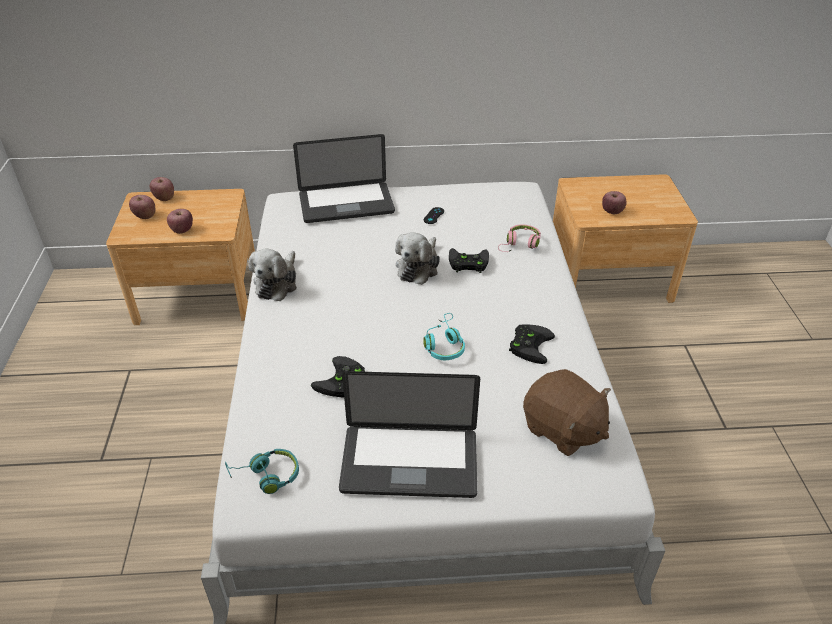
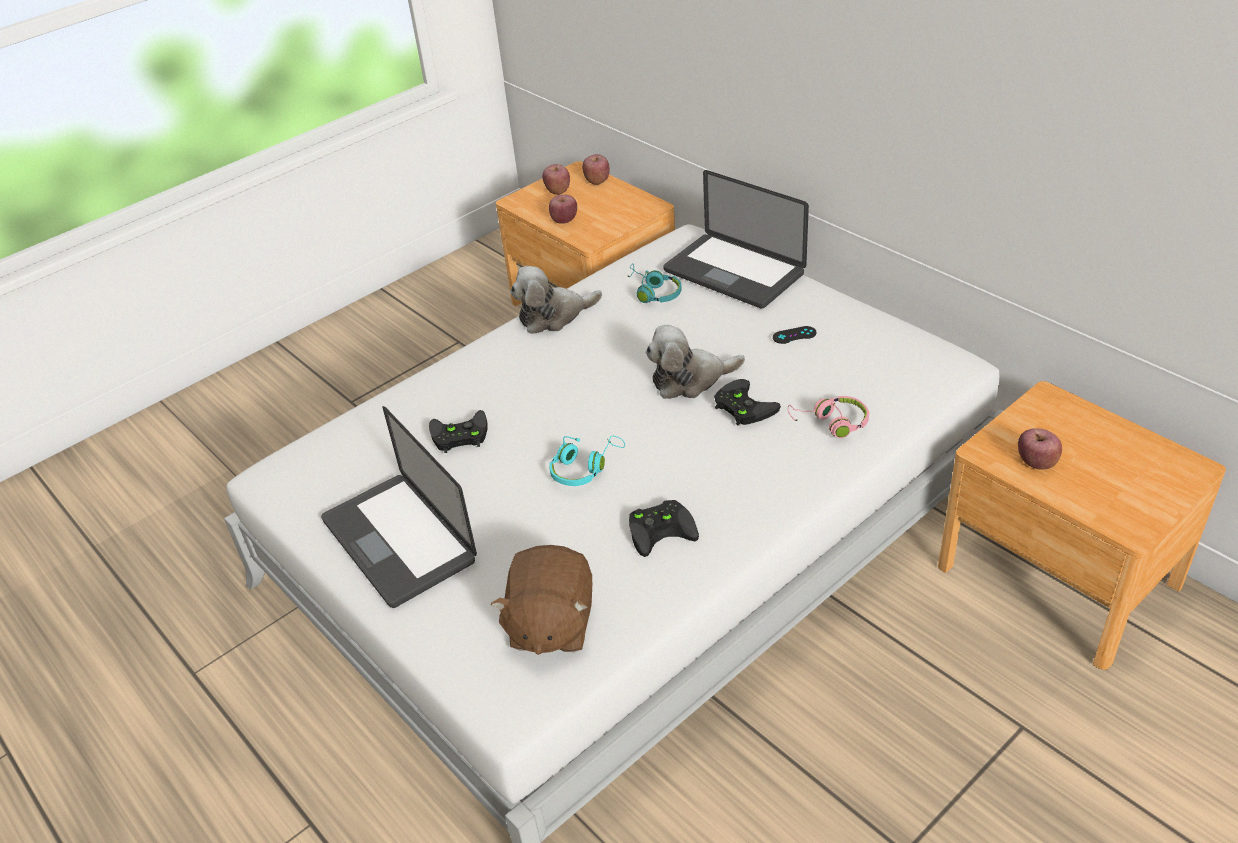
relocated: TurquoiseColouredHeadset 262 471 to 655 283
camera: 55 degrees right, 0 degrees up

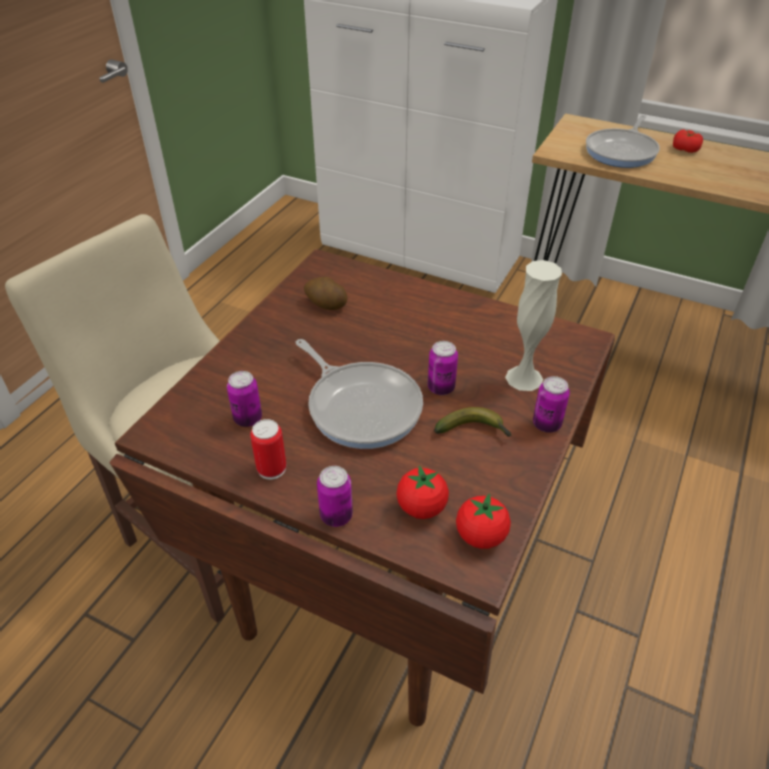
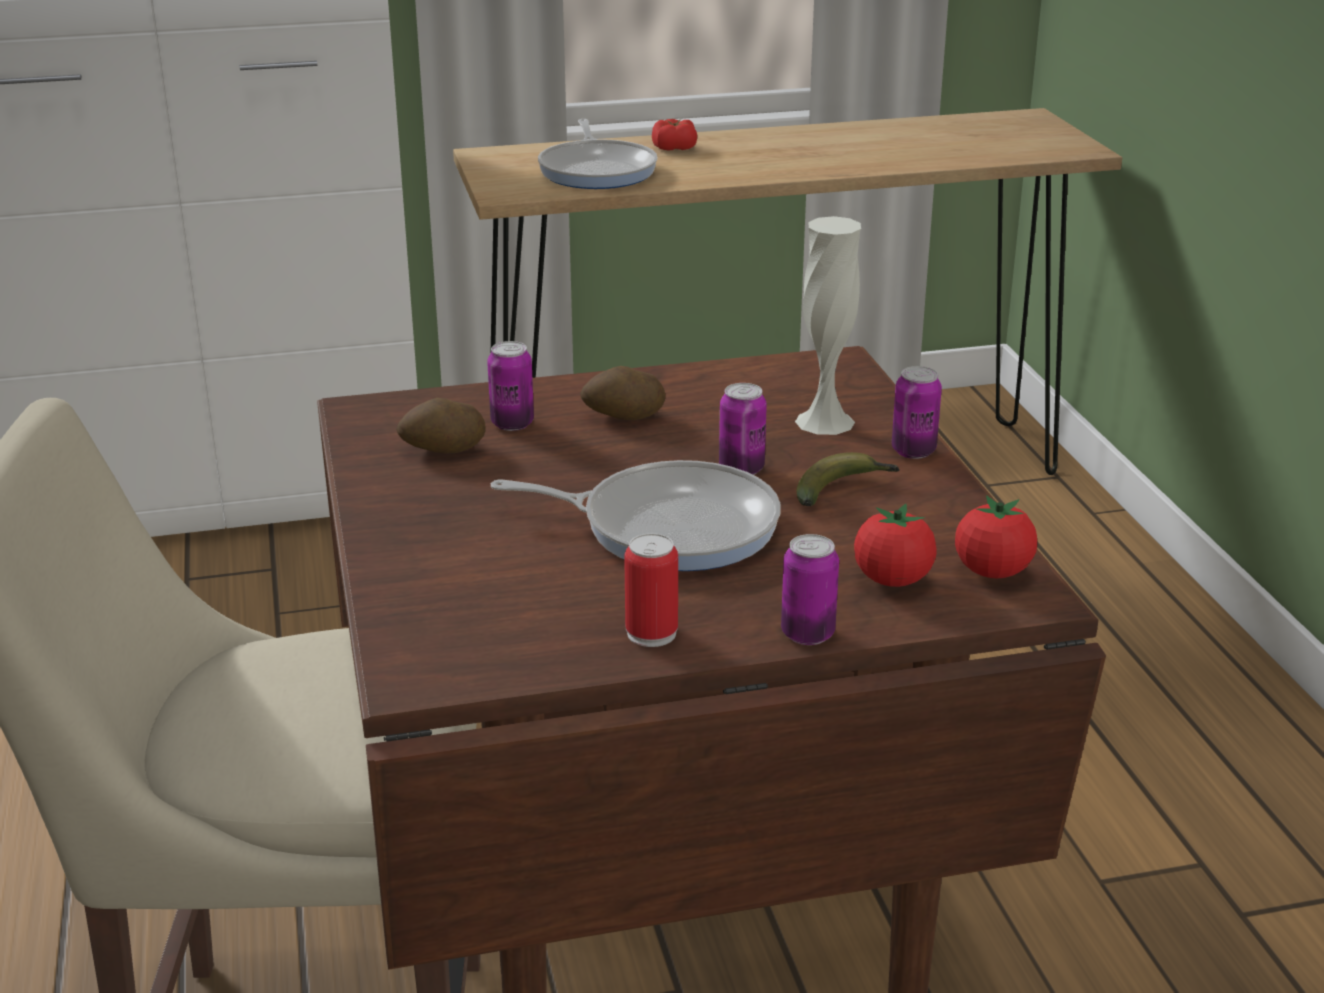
appeared: Spud 622 393
relocated: MetalCan 244 399 to 510 386
camera: 40 degrees left, 15 degrees down

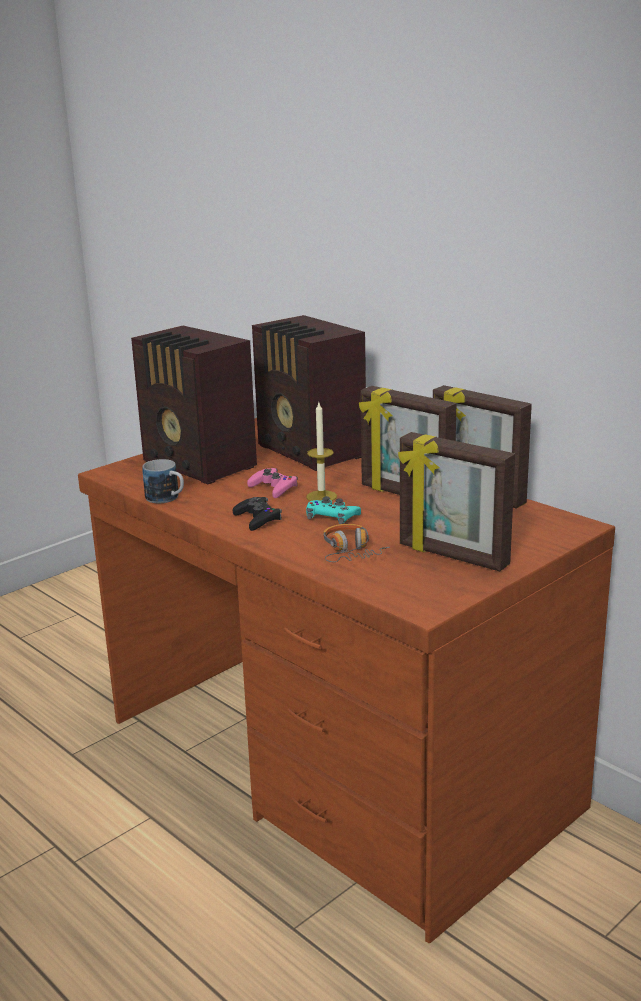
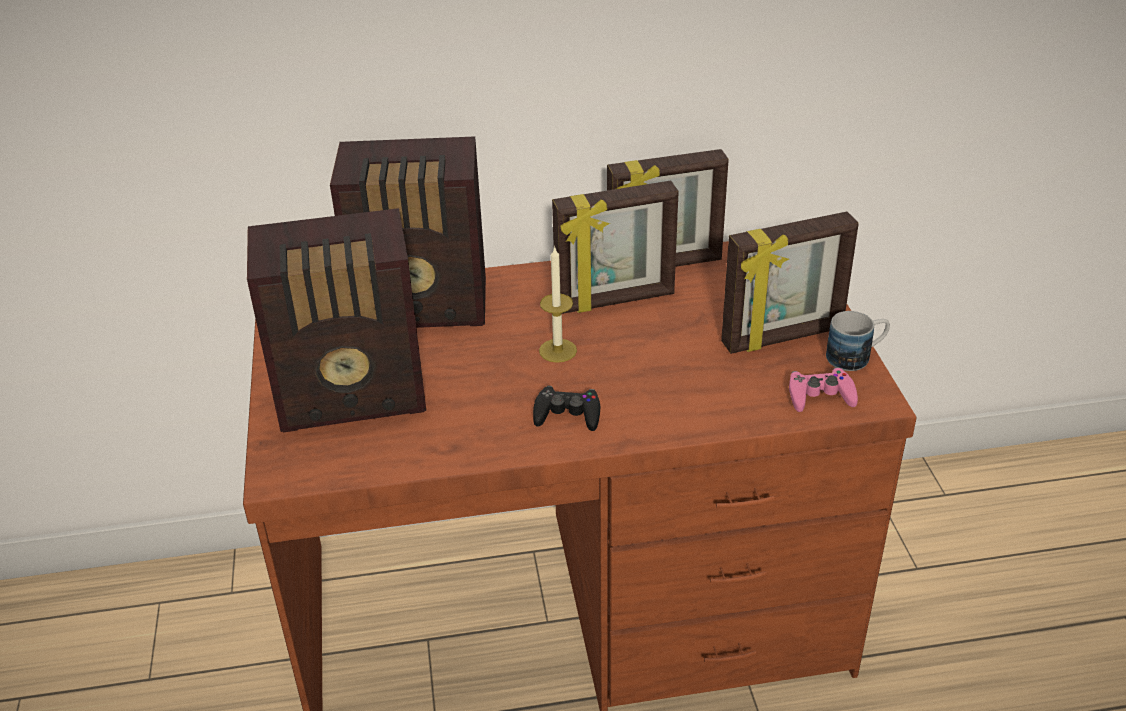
missing: TurquoiseColouredGamepad 333 510; Headset 356 543
relocated: PinkColouredGamepad 272 483 to 823 389; CoffeeMug 163 481 to 858 341
camera: 55 degrees left, 15 degrees up

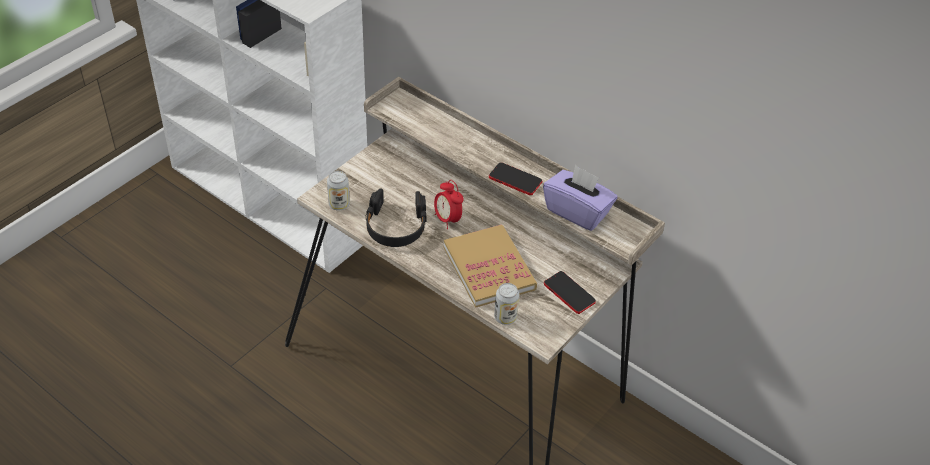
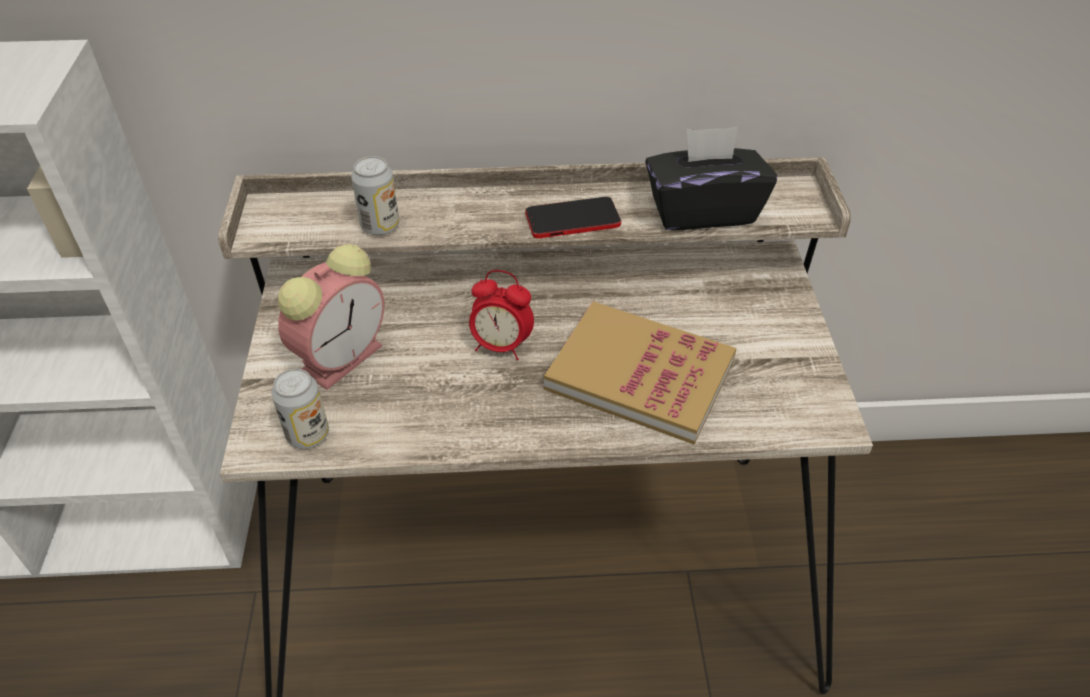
missing: BlackHeadset 395 217; Handset 570 292
appeared: AlarmClock 331 317
relocated: MetalCan 506 304 to 375 195
colour: PurpleColouredTissueHolder 580 198 to BlackTissueHolder 711 178
camera: 40 degrees left, 0 degrees up

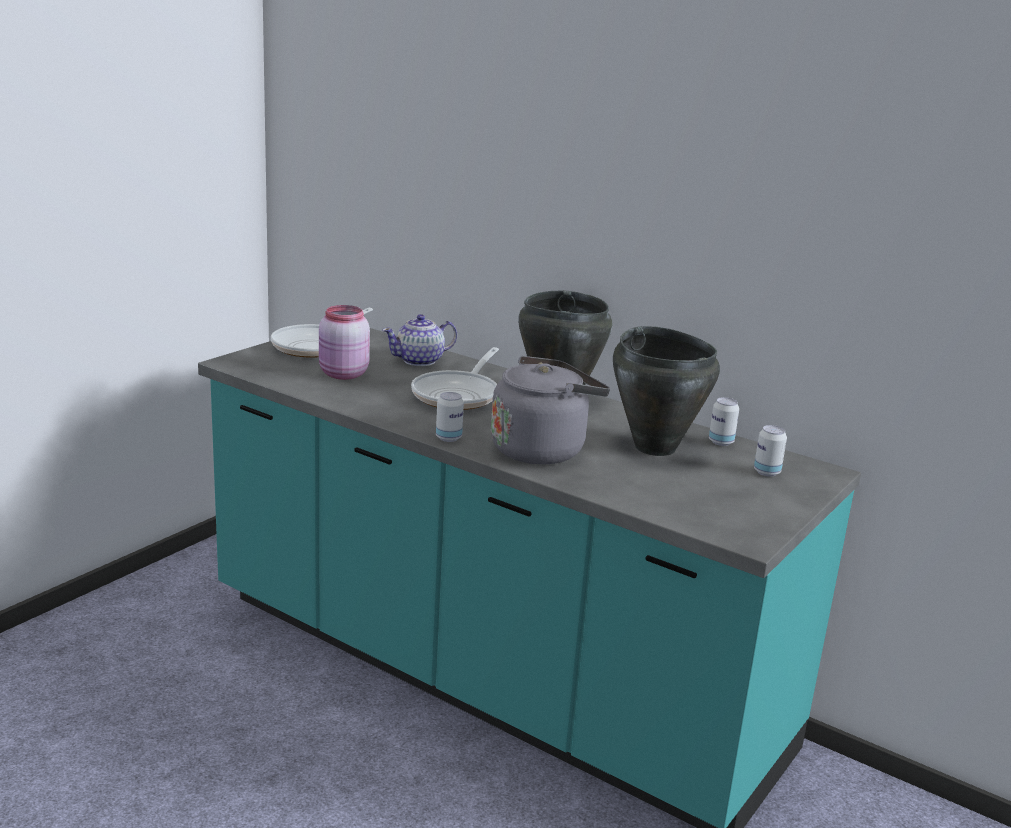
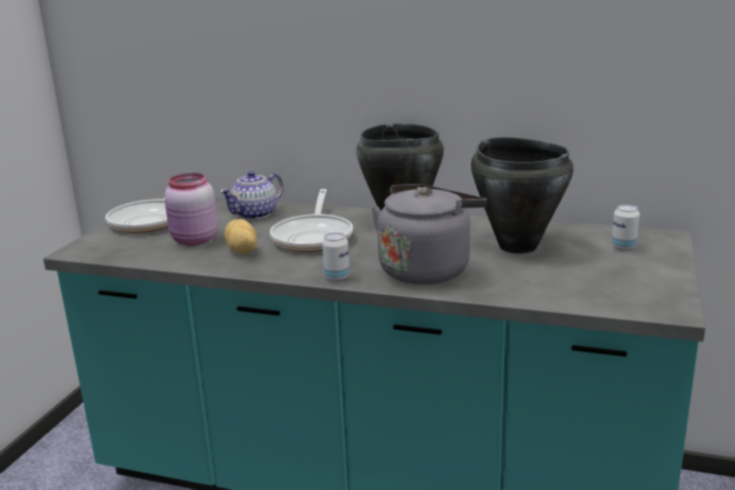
missing: MetalCan 724 421
appeared: Spud 240 236
camera: 15 degrees left, 0 degrees up

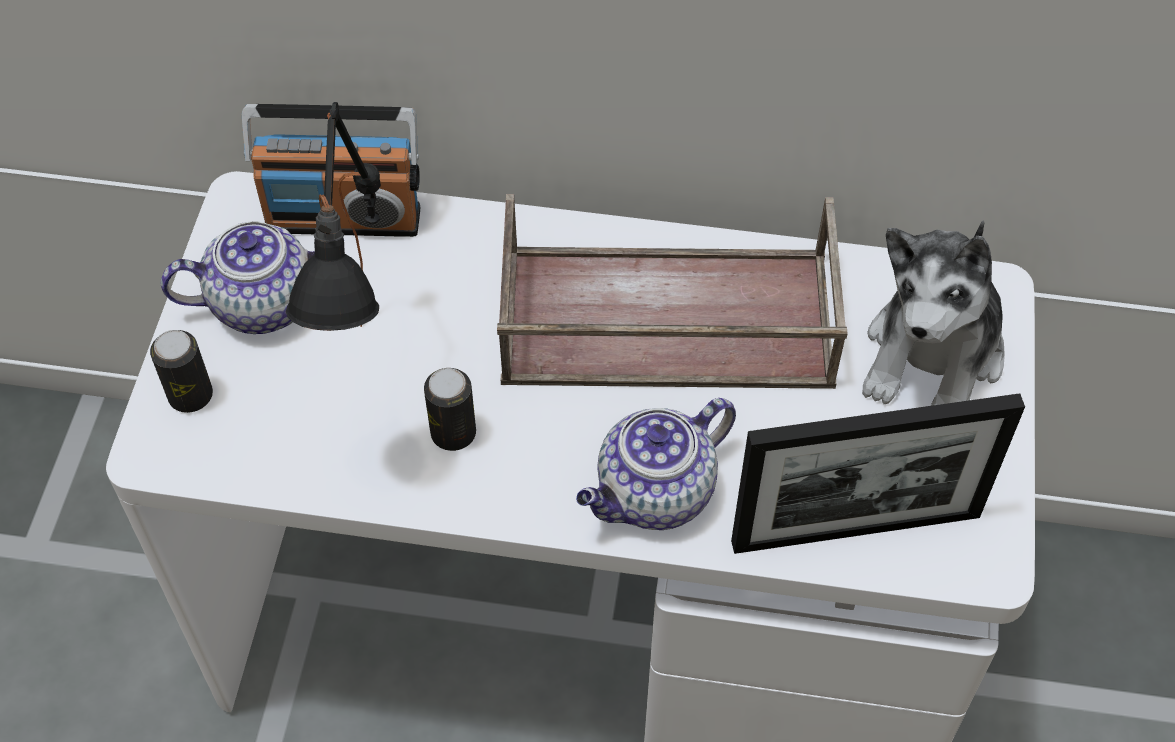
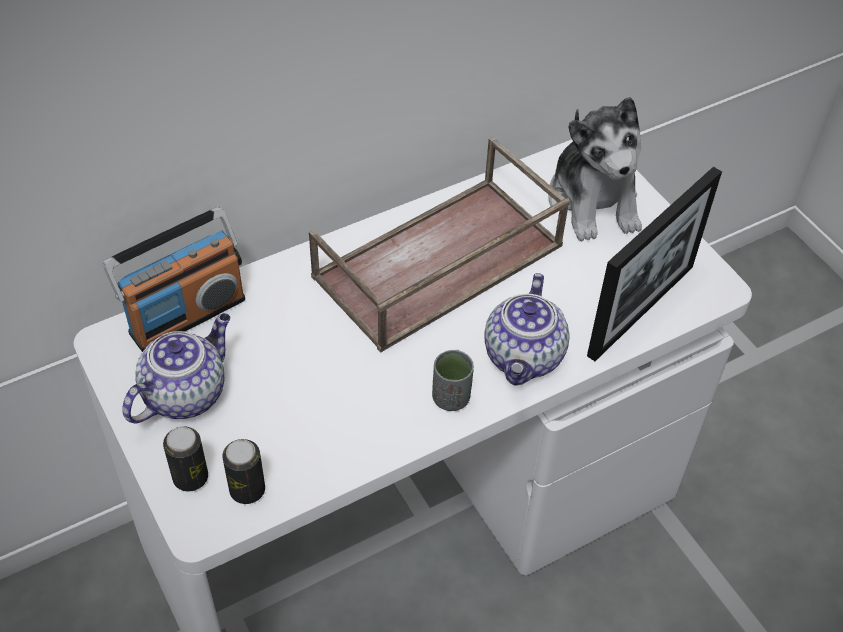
missing: BlackLampForATable 333 216
appeared: GrayCup 453 380
relocated: MetalCan 450 409 to 243 471
camera: 40 degrees left, 5 degrees down

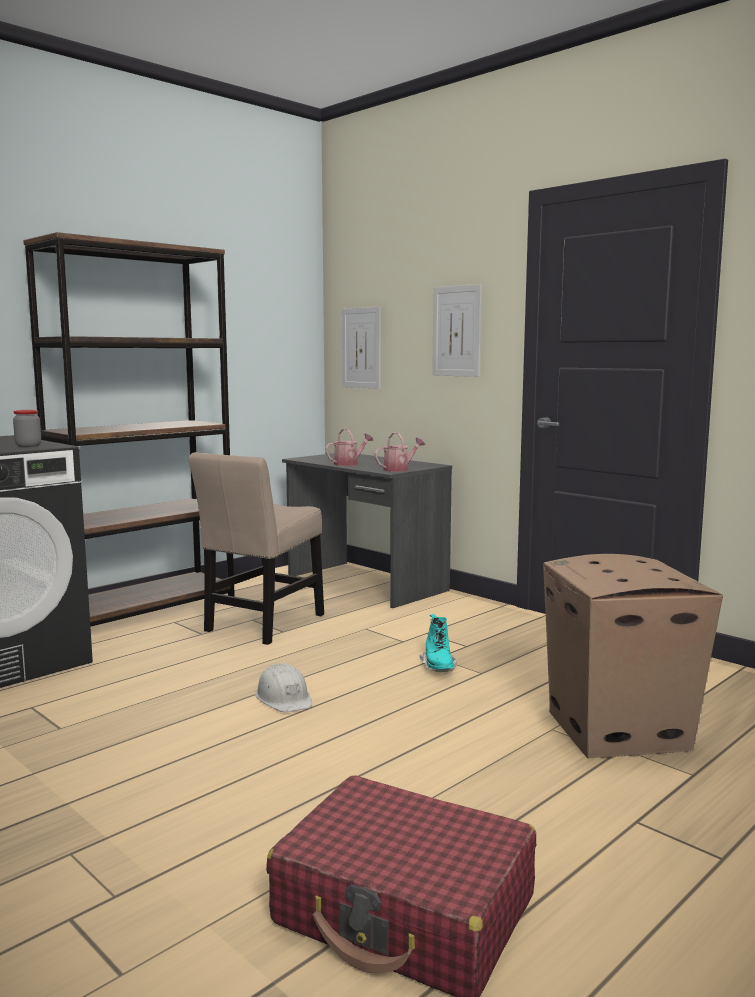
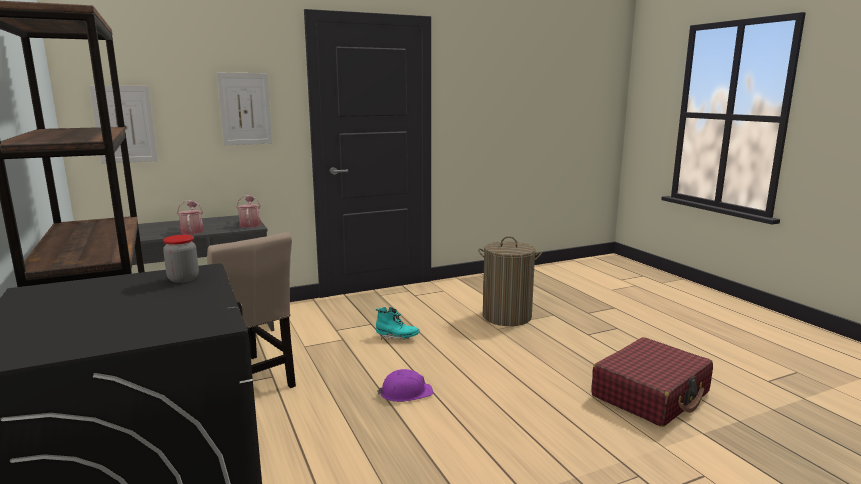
exchanged: CardboardBox 633 656 to LaundryBasket 510 281
colour: WhiteColouredHardHat 283 687 to PurpleColouredHardHat 405 385
camera: 70 degrees left, 5 degrees up

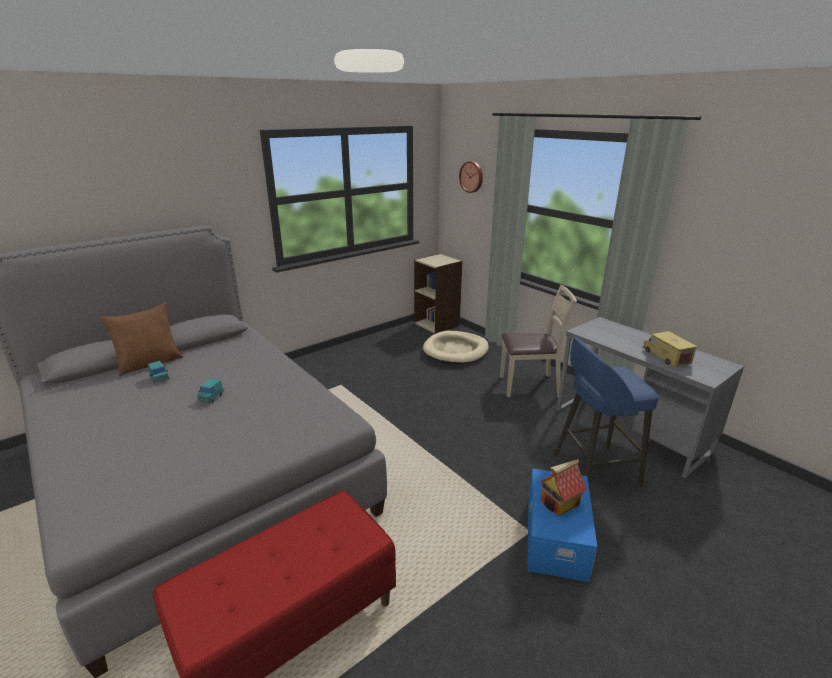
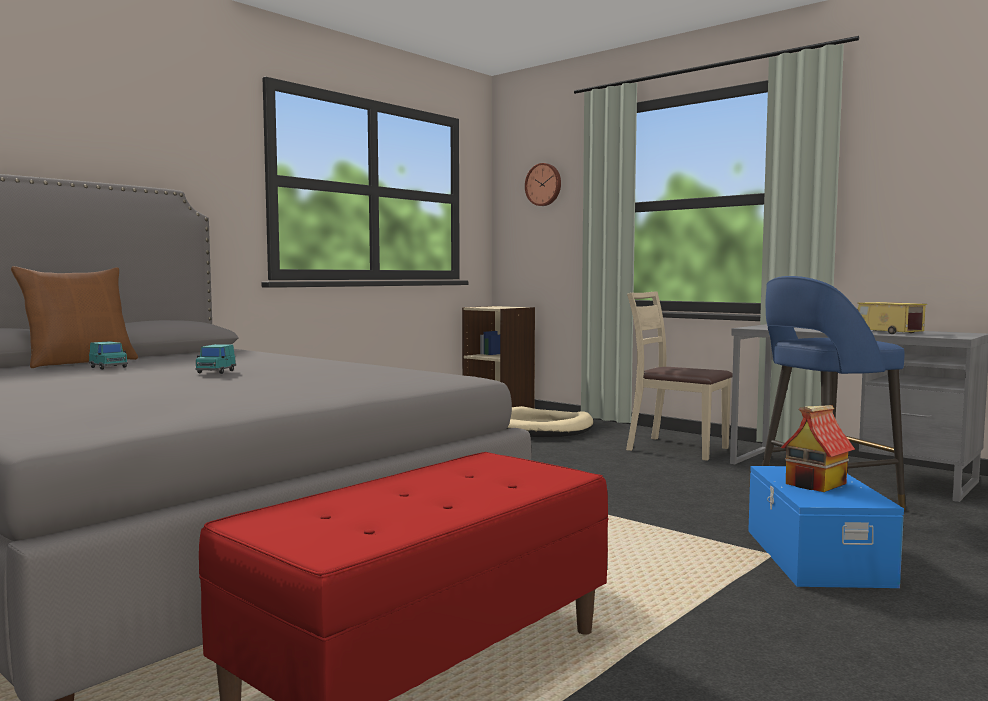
spun: BeigeColouredChair 538 341 = 679 376 135 degrees counterclockwise
camera: 10 degrees left, 20 degrees down

